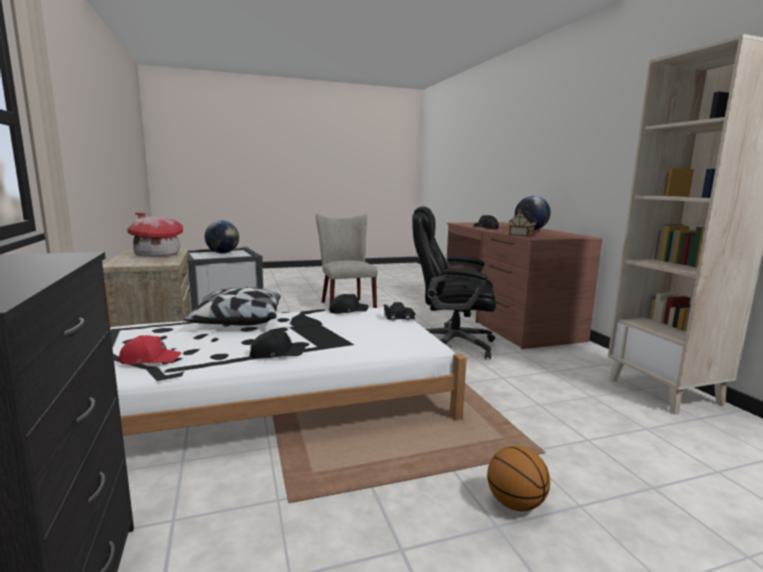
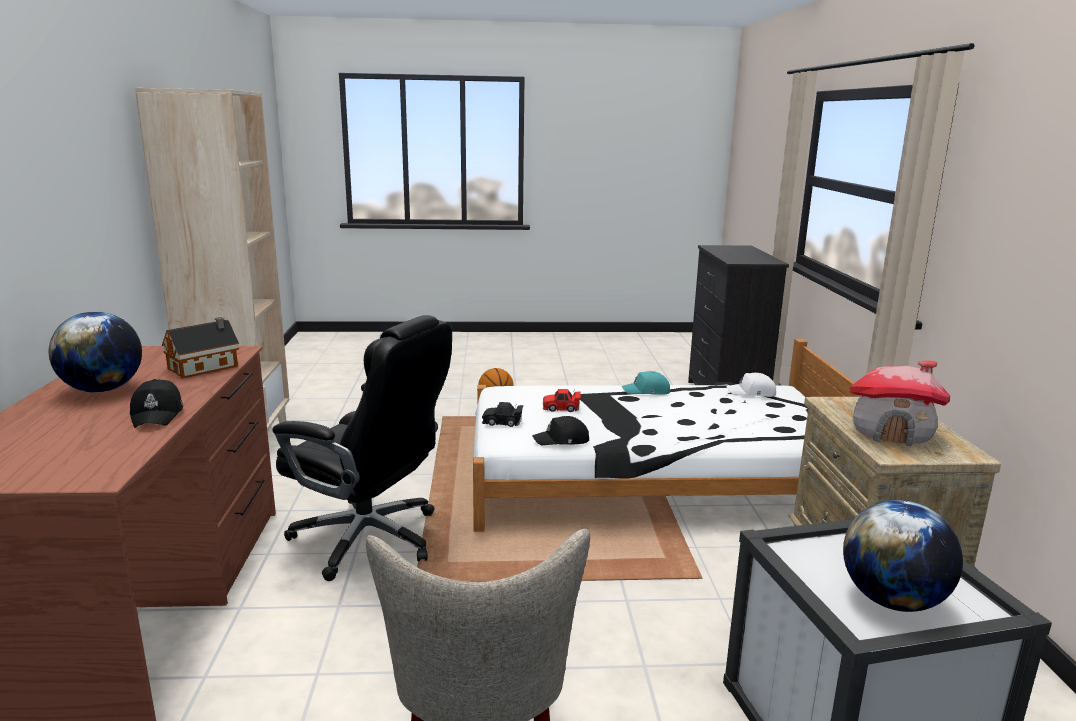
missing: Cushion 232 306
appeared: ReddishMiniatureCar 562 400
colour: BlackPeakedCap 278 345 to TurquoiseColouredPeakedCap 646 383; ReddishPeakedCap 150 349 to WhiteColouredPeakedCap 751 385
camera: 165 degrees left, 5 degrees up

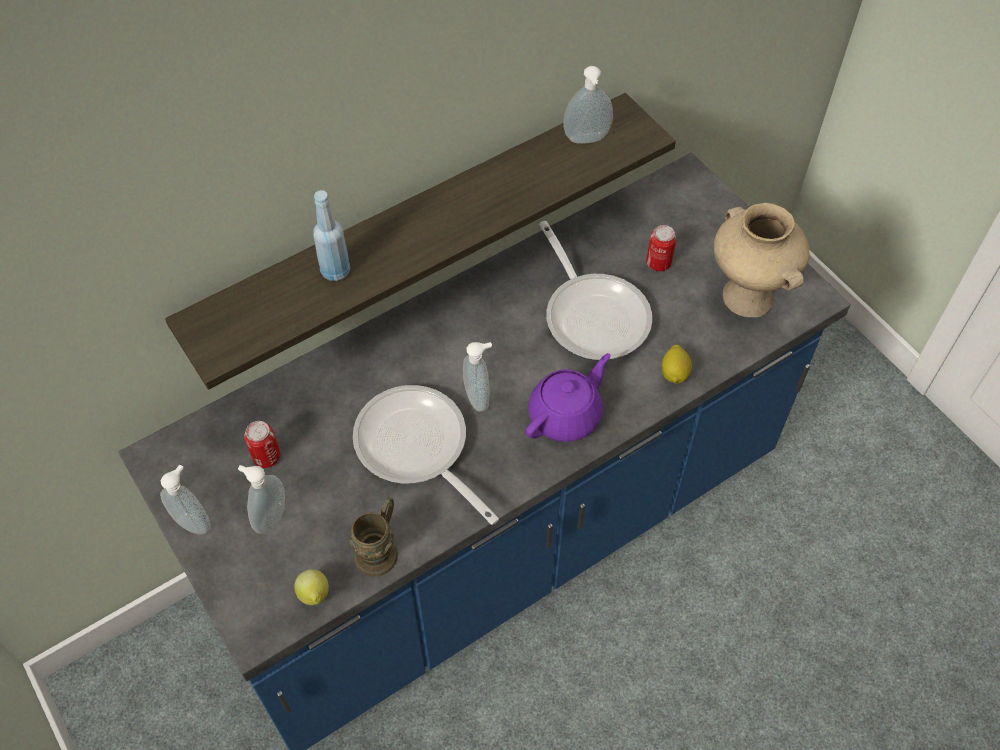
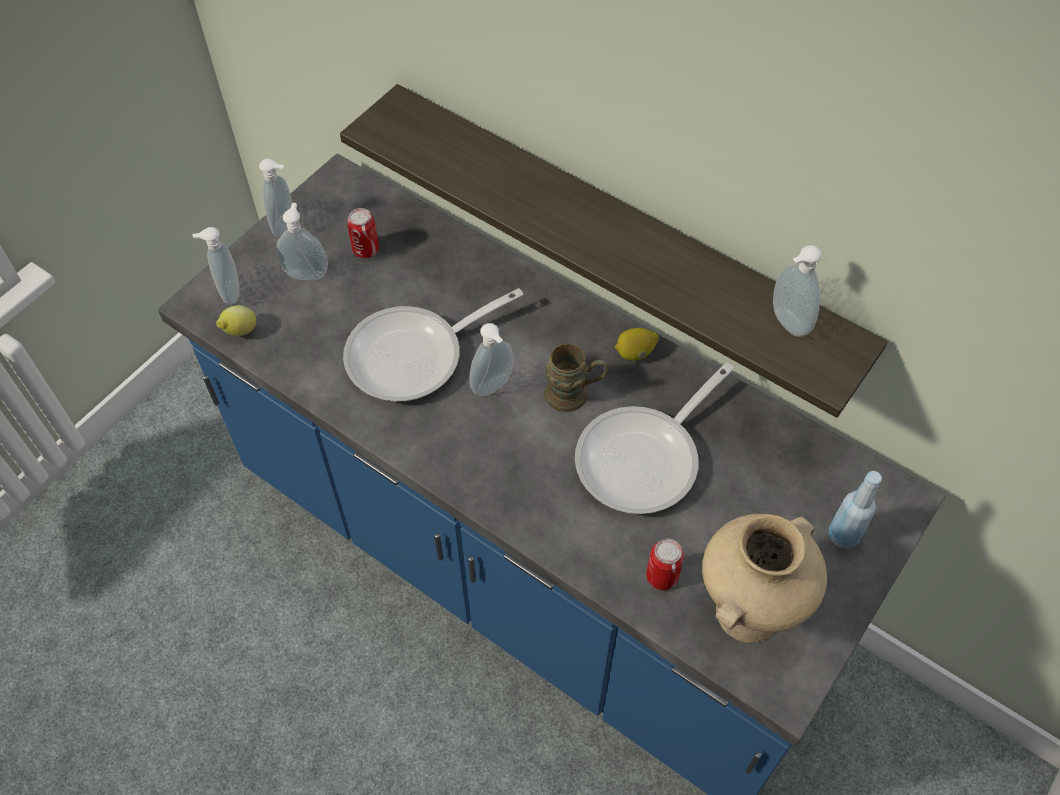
missing: PurpleColouredTeapot 568 397
appeared: SoapDispenser 215 266
relocated: BrownCoffeeMug 374 537 to 576 377; WholeLemon 676 364 to 637 344; MetalCan 661 248 to 665 564; BluishDrinkBottle 331 235 to 855 510
spun: Skillet 426 455 = 433 344 150 degrees counterclockwise
camera: 70 degrees right, 0 degrees up

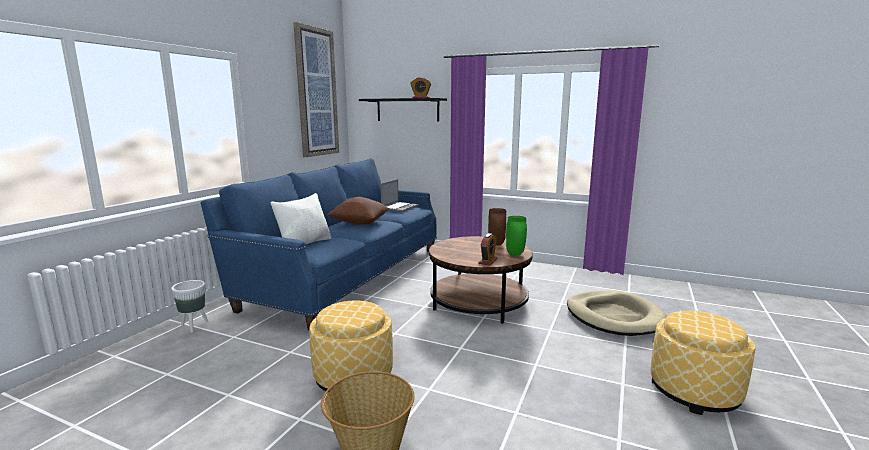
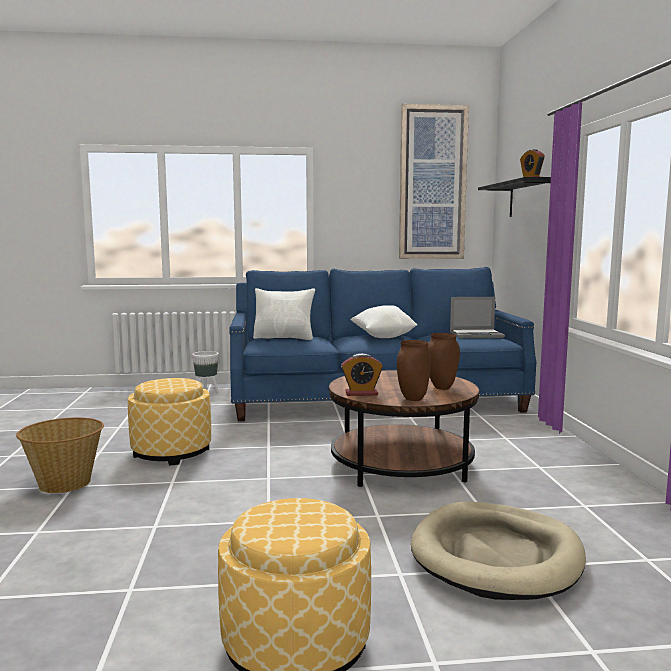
colour: BrownCushion 358 211 to WhiteColouredCushion 383 321; GreenDecorativeVase 516 236 to BrownDecorativeVase 414 370
camera: 60 degrees right, 5 degrees down

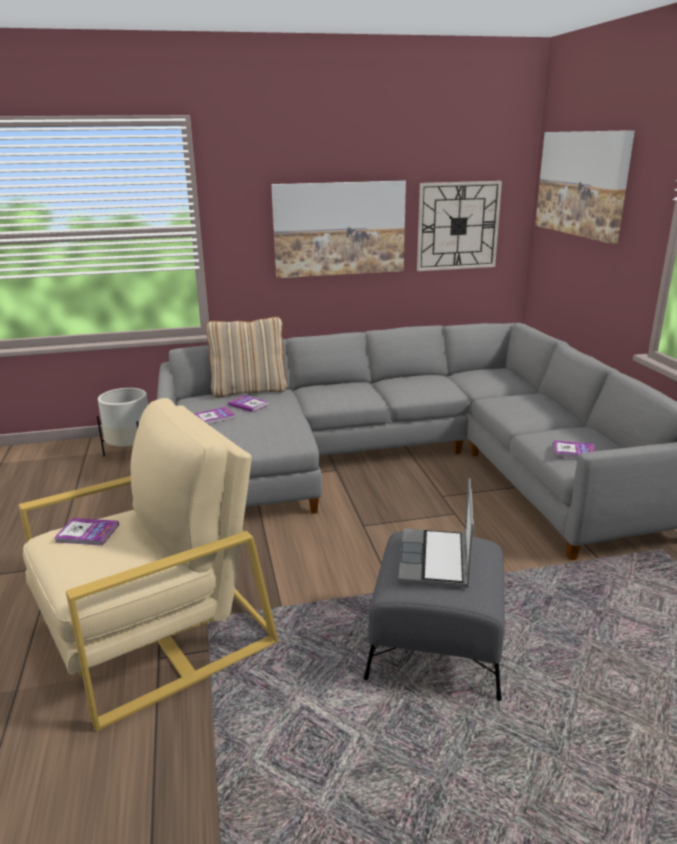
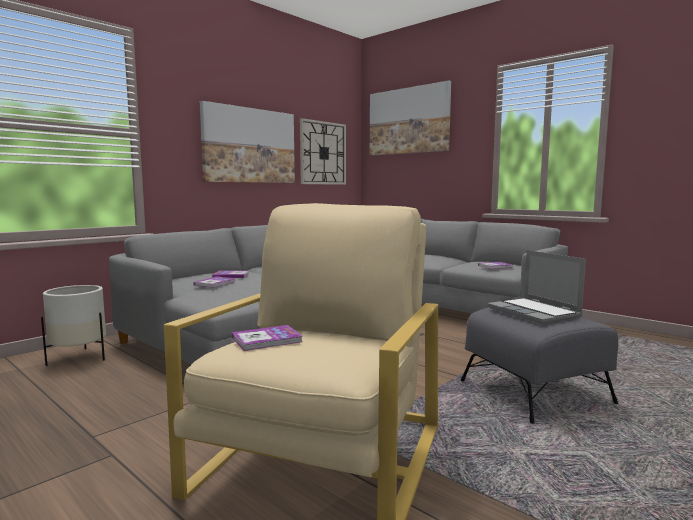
missing: BeigeColouredCushion 246 357
camera: 35 degrees left, 15 degrees down

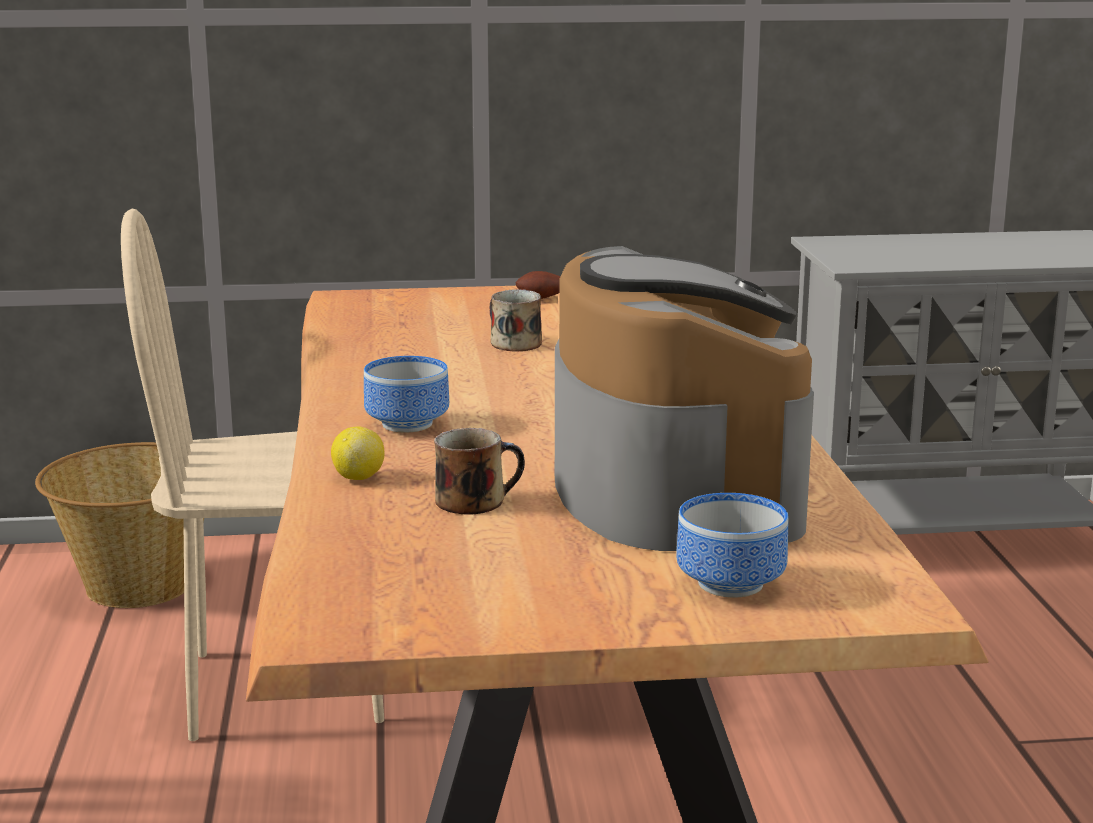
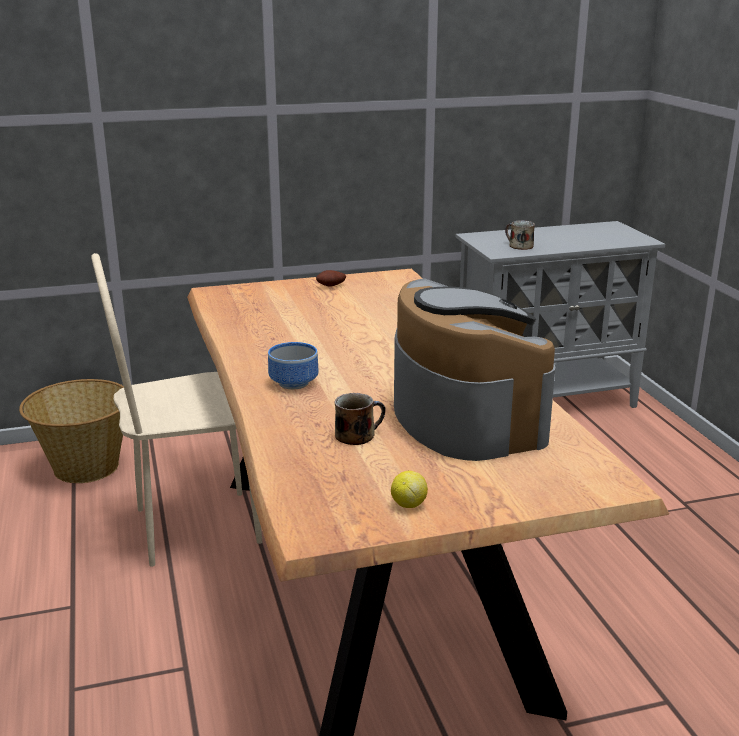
missing: Bowl 732 545
relocated: WholeLemon 357 453 to 409 489; CoffeeMug 516 320 to 520 235
camera: 10 degrees left, 5 degrees up

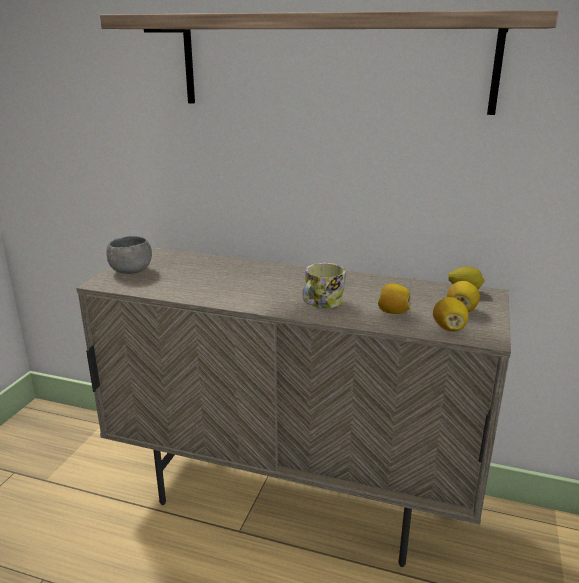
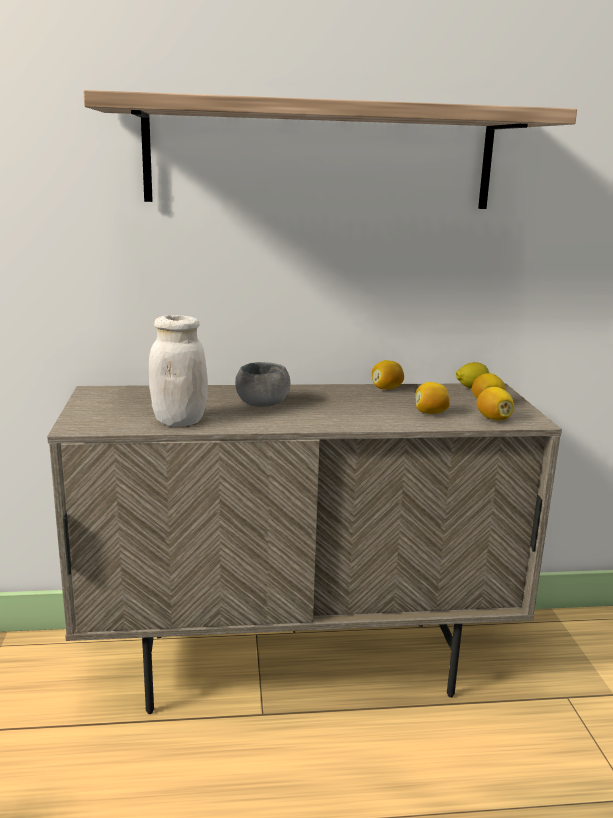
missing: CoffeeMug 324 285
appeared: WhiteColouredPreserveJar 178 370; WholeLemon 388 375
relocated: GrayBowl 129 255 to 263 384
camera: 25 degrees left, 5 degrees down

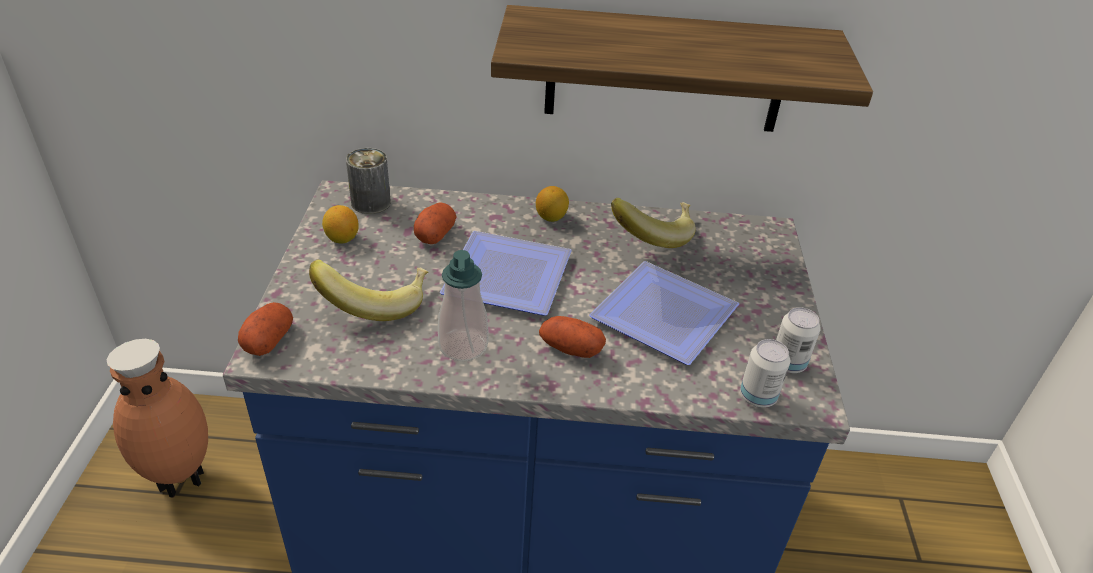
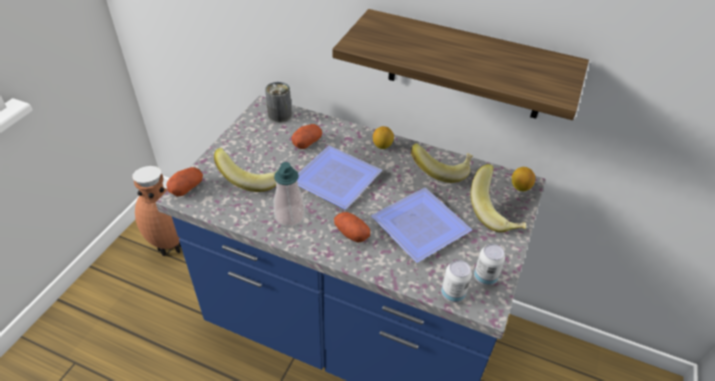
appeared: Banana 498 198
relocated: WholeLemon 340 224 to 523 179
camera: 20 degrees right, 5 degrees up

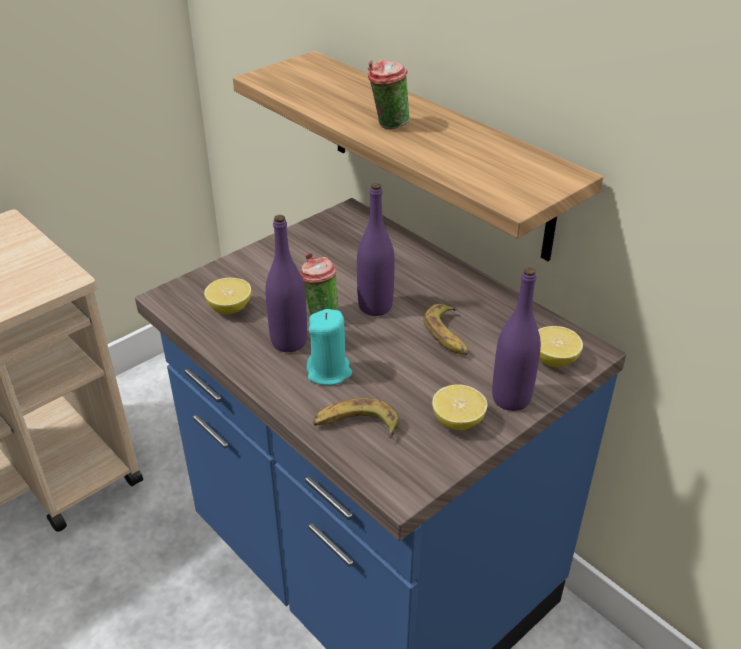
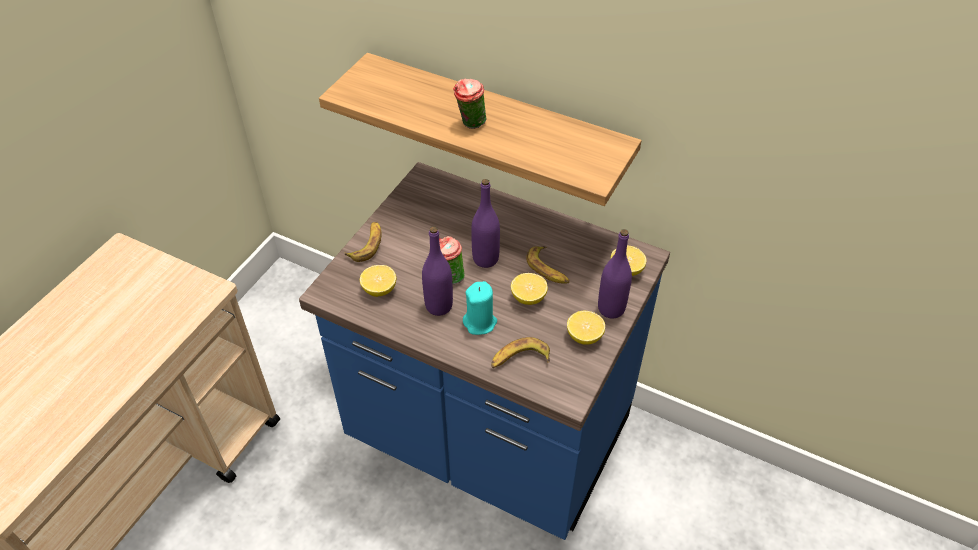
appeared: Banana 363 242; WholeLemon 529 289
camera: 20 degrees left, 10 degrees up

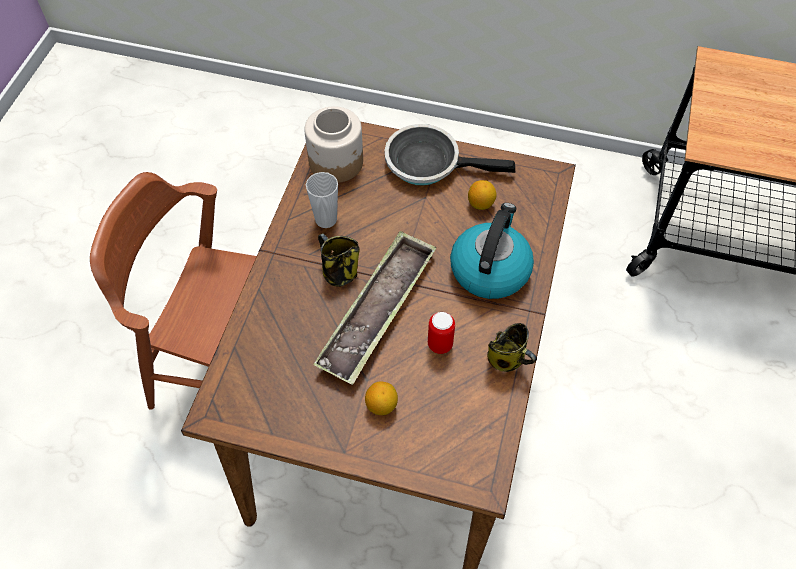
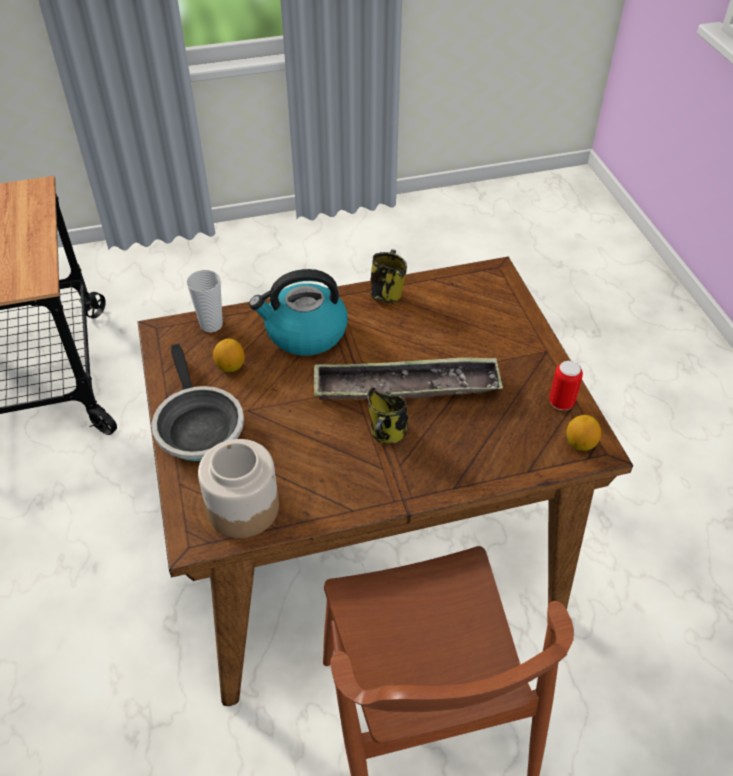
relocated: Cup 322 200 to 204 301; MetalCan 441 333 to 566 385; WholeLemon 381 398 to 583 433
camera: 120 degrees left, 10 degrees down

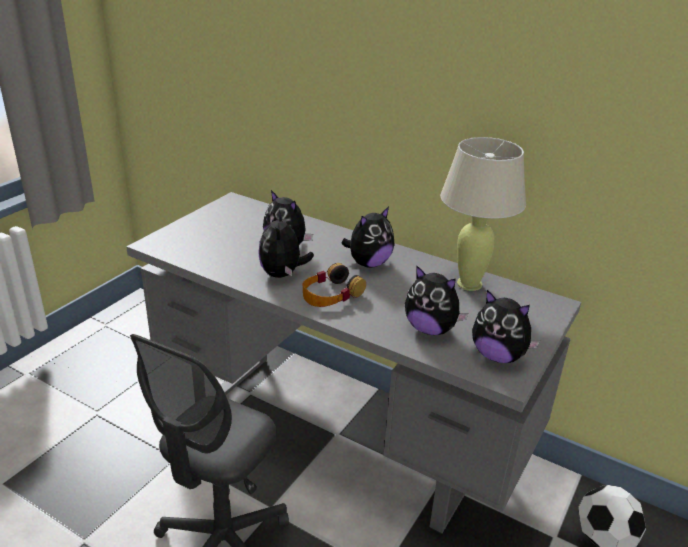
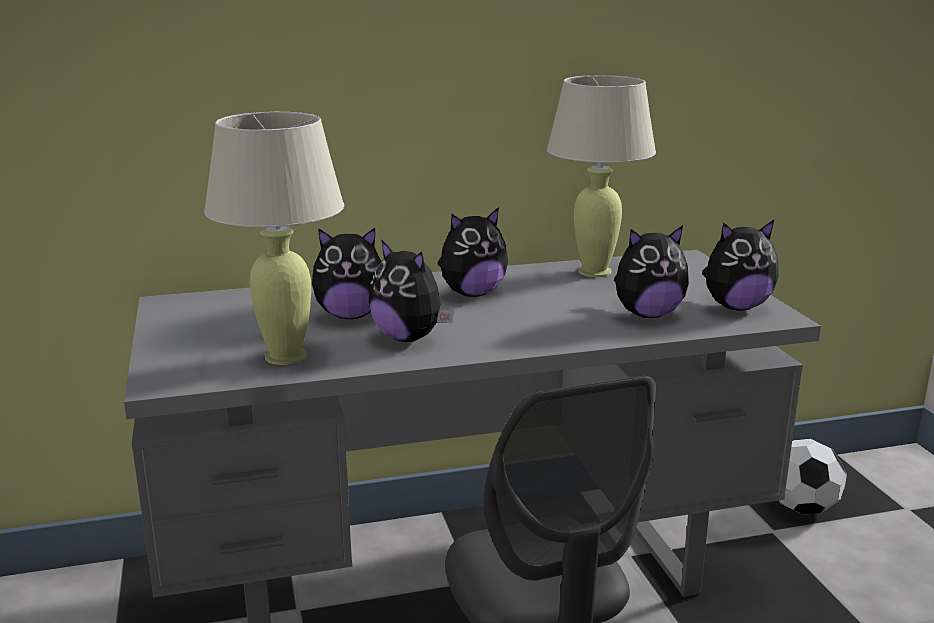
missing: Headset 334 285
appeared: BeigeColouredLampForATable 274 238
spun: SoftToy 367 237 = 472 252 60 degrees clockwise
camera: 45 degrees left, 10 degrees down

